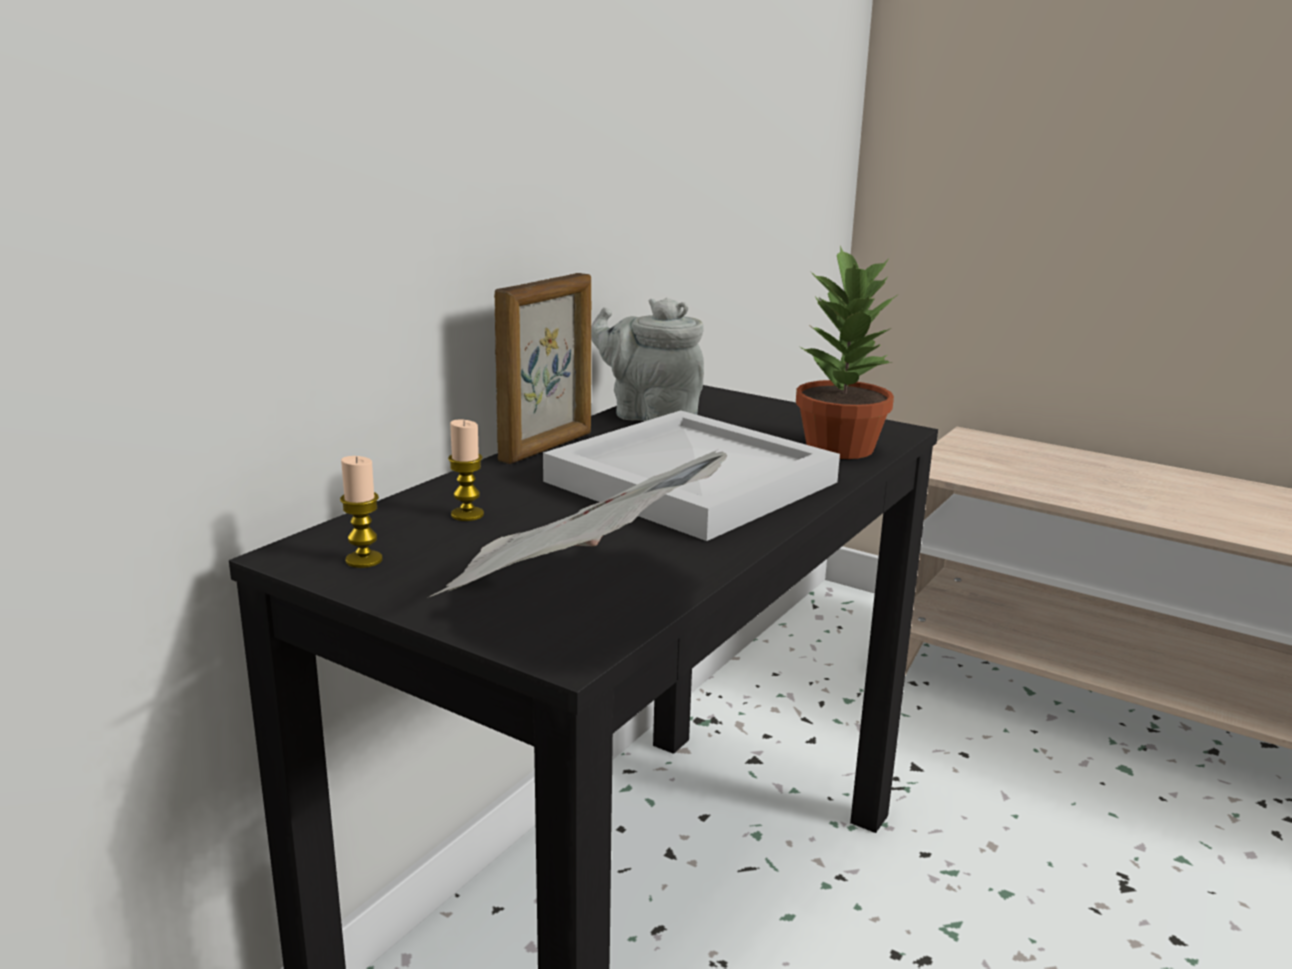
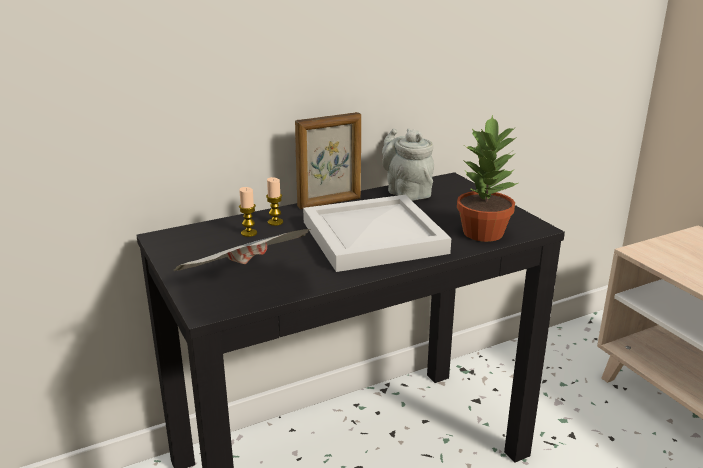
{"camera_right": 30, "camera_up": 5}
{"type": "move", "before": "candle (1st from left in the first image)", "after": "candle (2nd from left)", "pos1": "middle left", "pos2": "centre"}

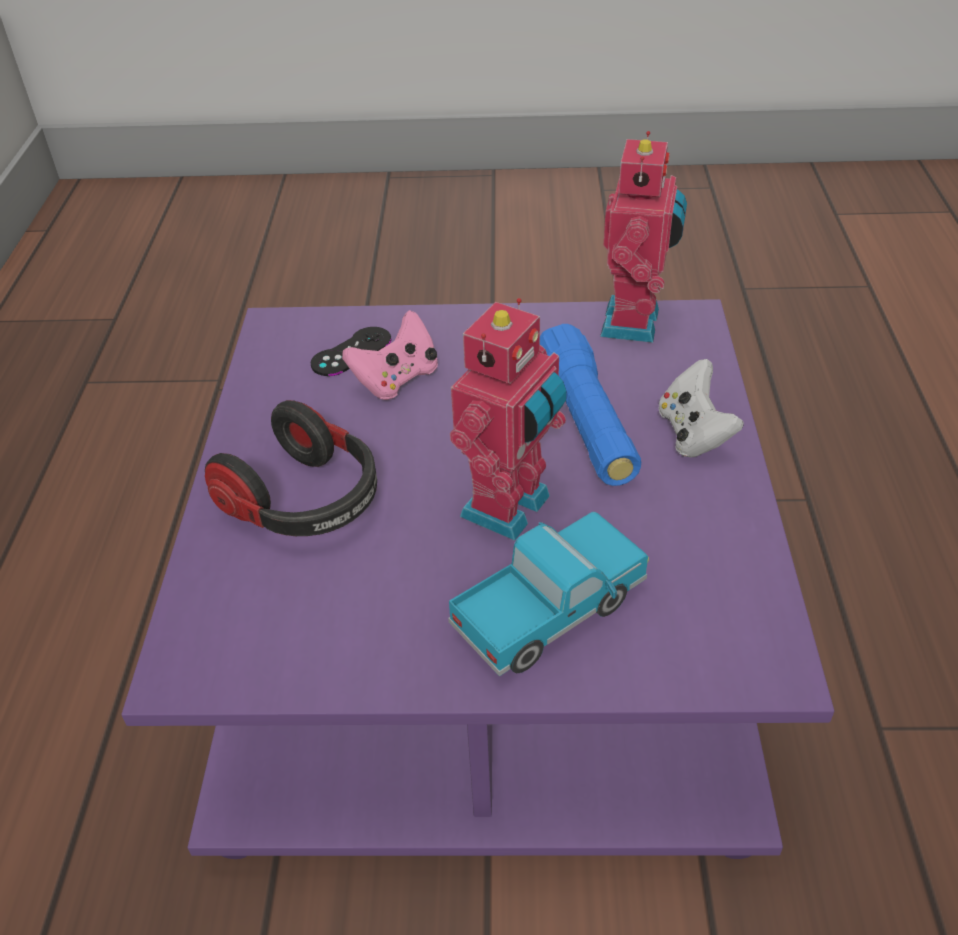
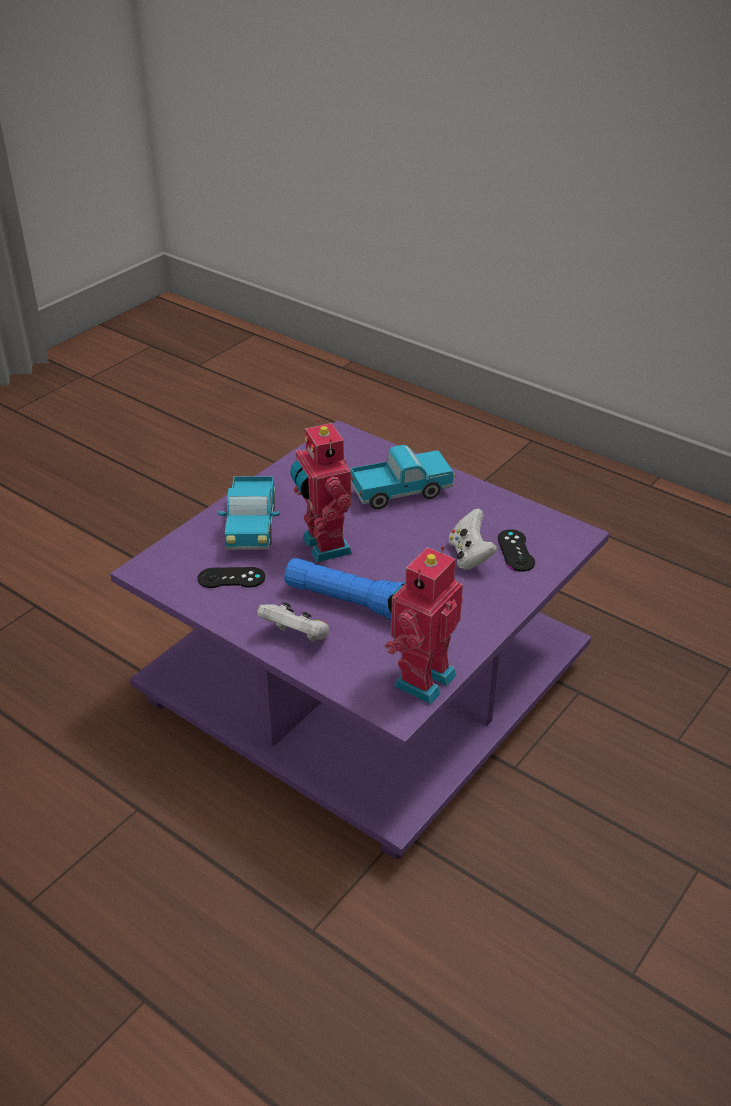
{"camera_right": 125, "camera_up": -5}
{"type": "insert", "after": "game controller (black) (1st from left)", "pos2": "middle left"}
{"type": "replace", "before": "headphones", "after": "toy truck (2nd from left)", "pos1": "middle left", "pos2": "centre"}
{"type": "rotate", "before": "toy robot (2nd from left)", "pos1": "top right", "pos2": "centre", "turn": 75}
{"type": "recolor", "before": "game controller (pink)", "after": "game controller (white) (2nd from left)", "pos1": "centre", "pos2": "centre"}

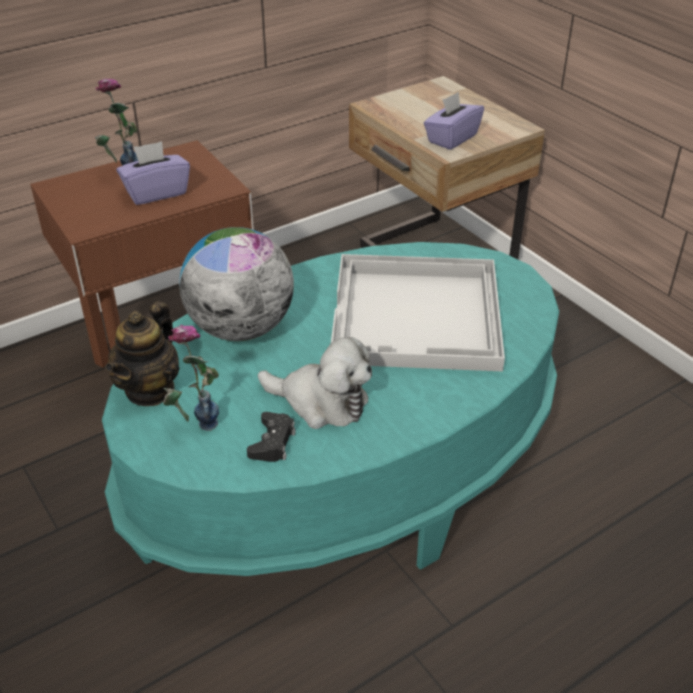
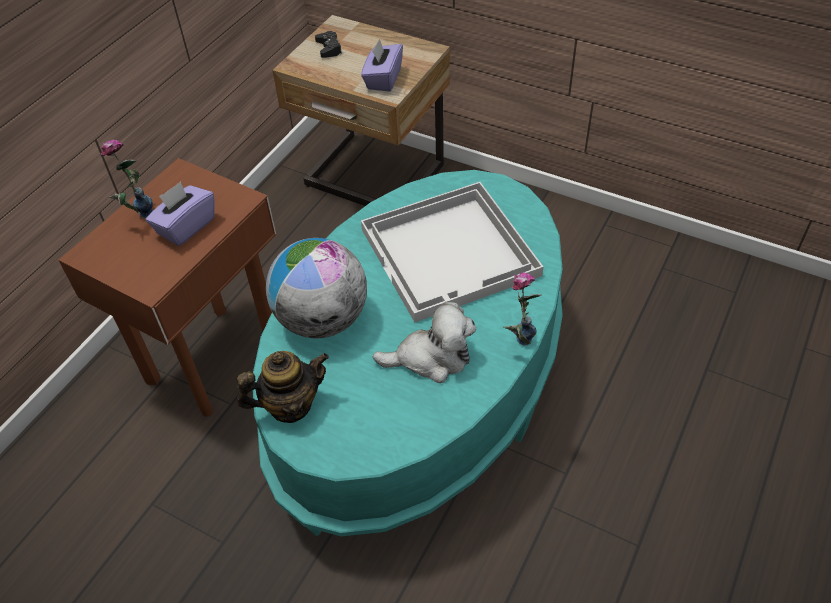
{"camera_right": -25, "camera_up": 10}
{"type": "rotate", "before": "teapot", "pos1": "middle left", "pos2": "centre", "turn": -105}
{"type": "move", "before": "game controller (black)", "pos1": "centre", "pos2": "top centre"}
{"type": "move", "before": "vase (2nd from left)", "pos1": "middle left", "pos2": "centre"}

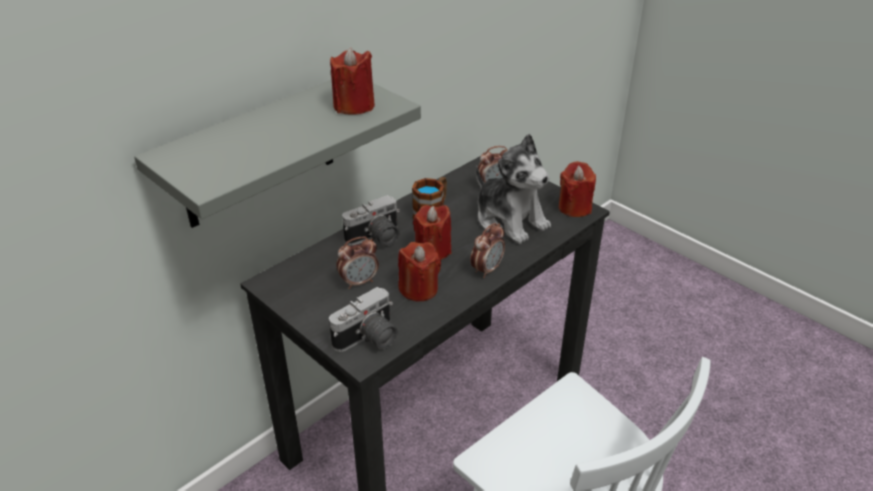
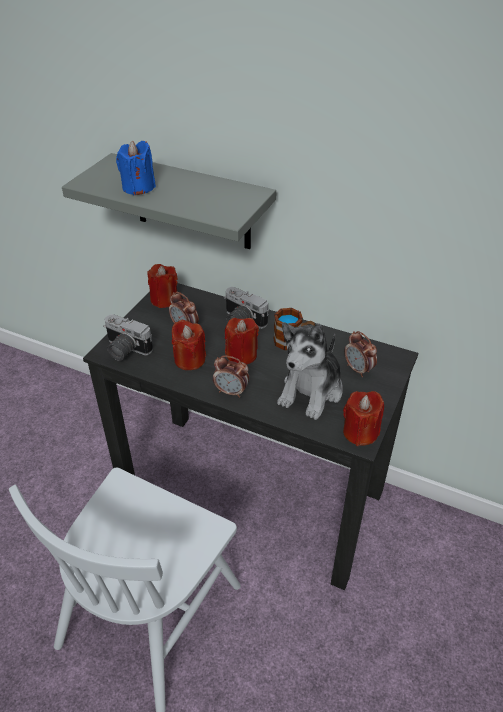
{"camera_right": 70, "camera_up": 5}
{"type": "insert", "after": "candle (blue)", "pos2": "top left"}
{"type": "move", "before": "candle (red) (1st from left)", "pos1": "top centre", "pos2": "middle left"}

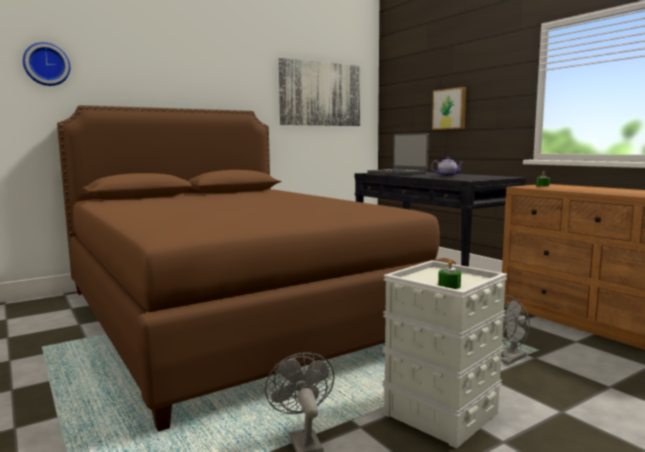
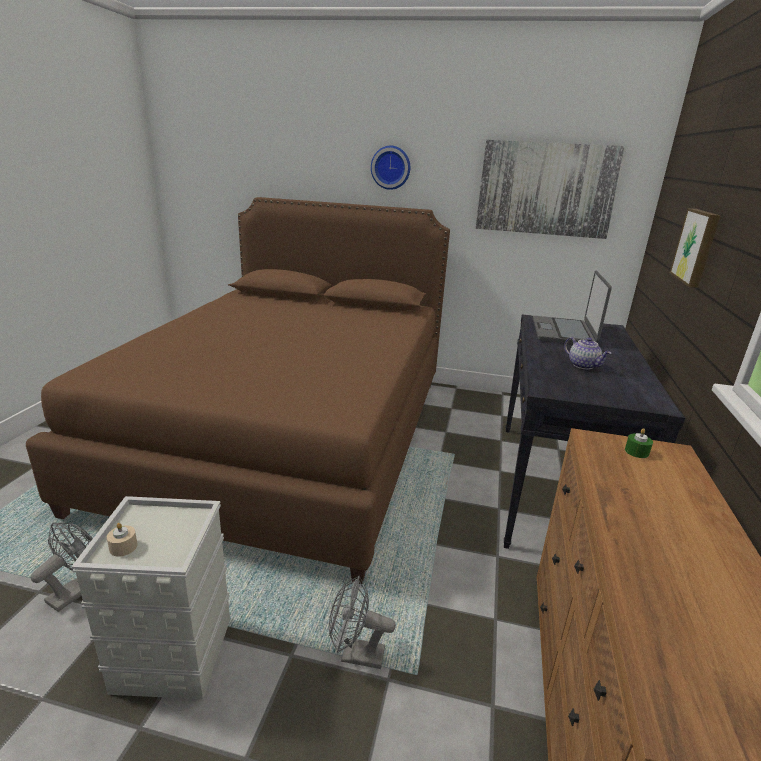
{"camera_right": 45, "camera_up": 15}
{"type": "recolor", "before": "candle (green) (1st from left)", "after": "candle (beige)", "pos1": "middle right", "pos2": "bottom left"}
{"type": "move", "before": "wall clock", "pos1": "top left", "pos2": "top centre"}

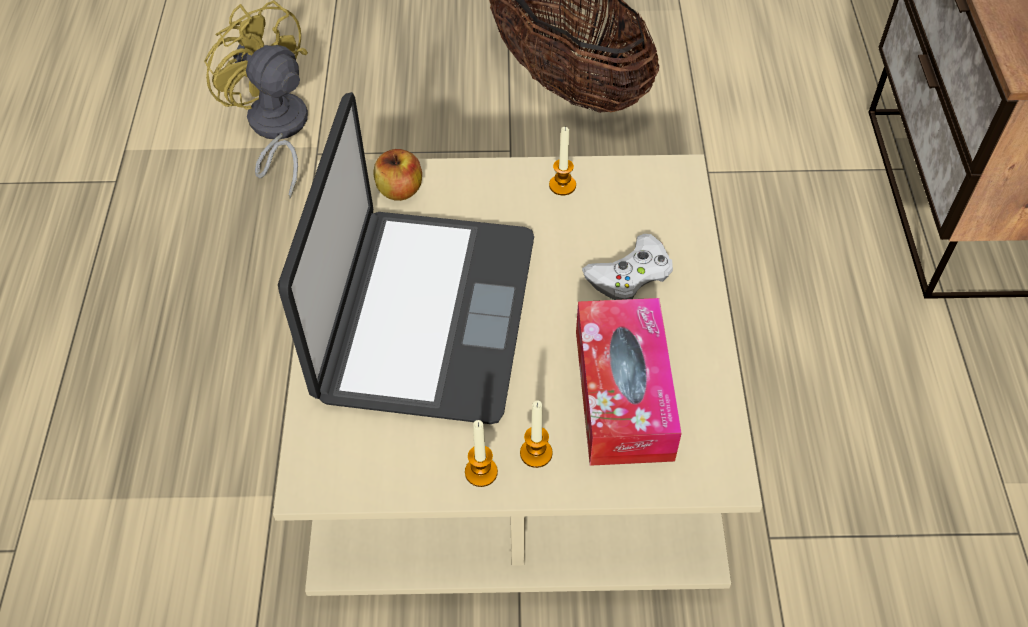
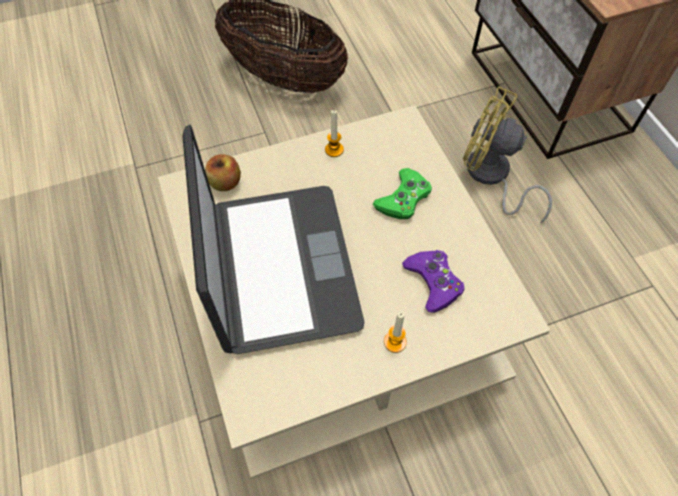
{"camera_right": -20, "camera_up": 5}
{"type": "recolor", "before": "game controller (white)", "after": "game controller (green)", "pos1": "centre", "pos2": "centre"}
{"type": "replace", "before": "tissue box", "after": "game controller (purple)", "pos1": "centre", "pos2": "centre"}
{"type": "move", "before": "fan (yellow)", "pos1": "top left", "pos2": "top right"}
{"type": "delete", "before": "candle (1st from left)", "pos1": "bottom centre"}

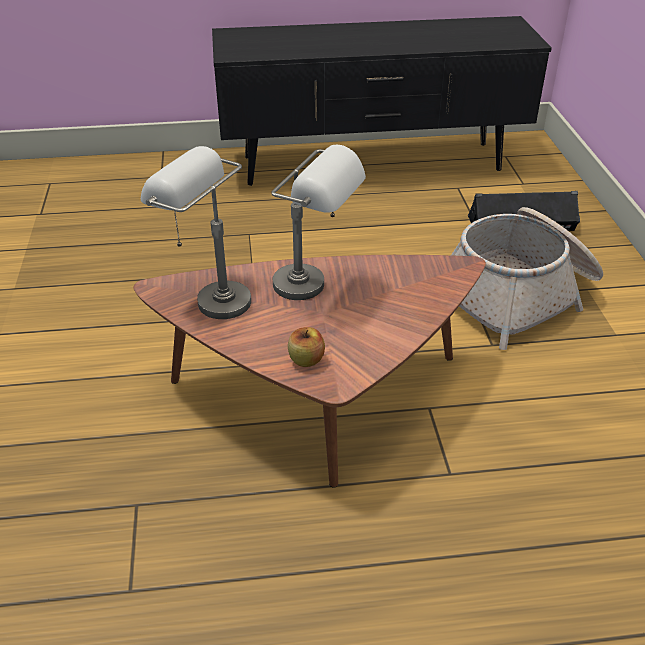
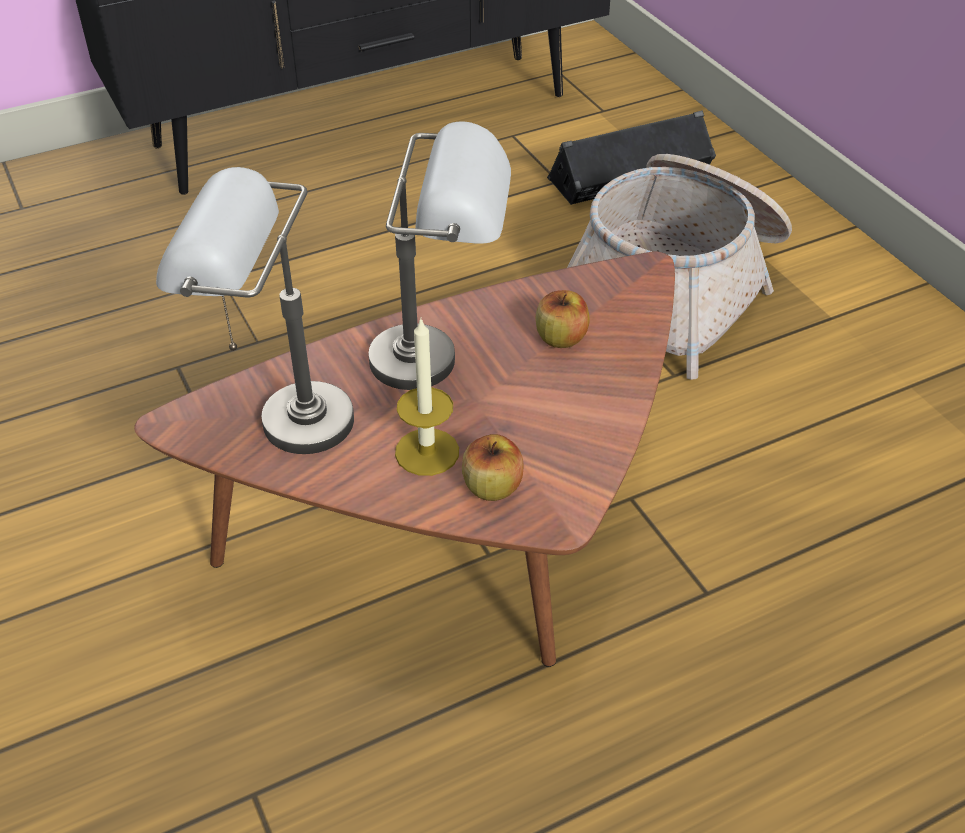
{"camera_right": -20, "camera_up": 5}
{"type": "insert", "after": "candle", "pos2": "centre"}
{"type": "insert", "after": "apple (2nd from left)", "pos2": "centre"}

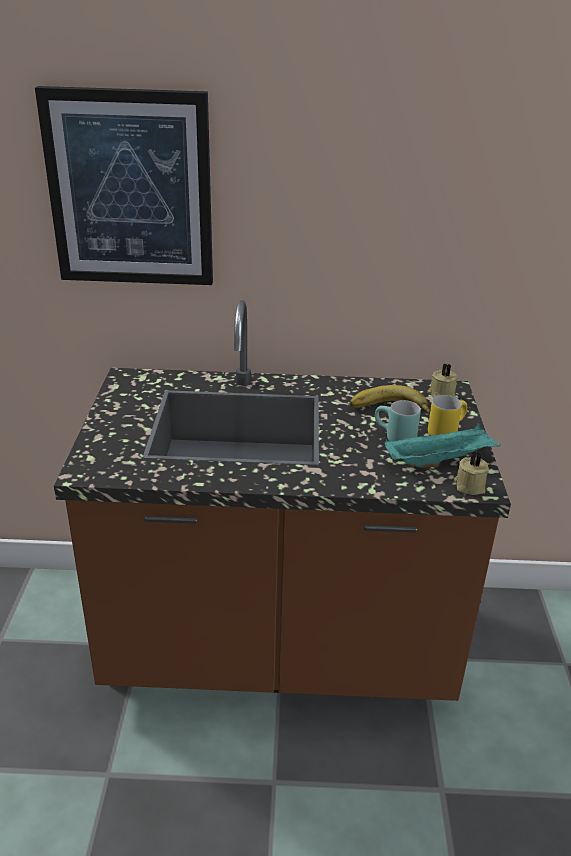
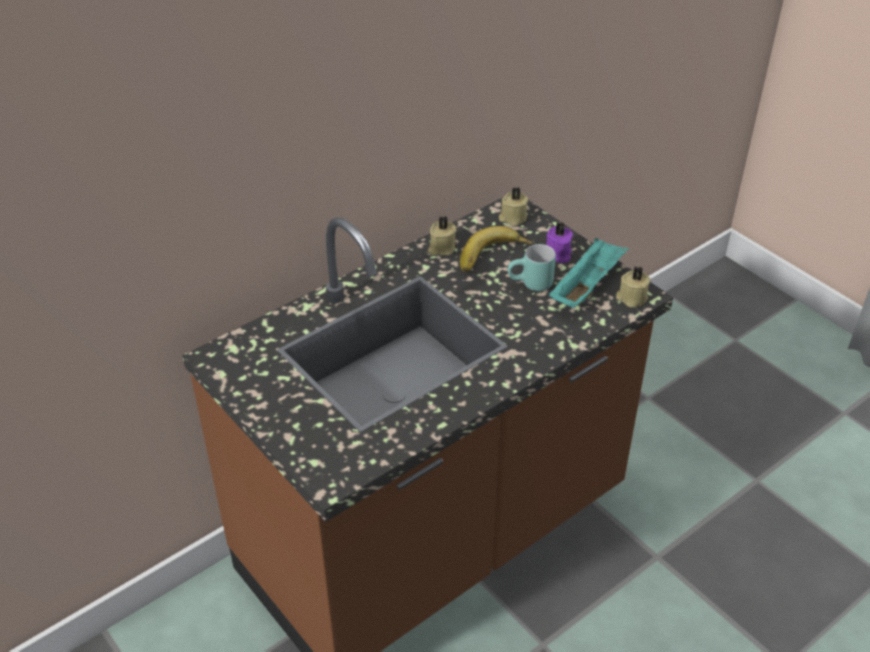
{"camera_right": -40, "camera_up": 10}
{"type": "insert", "after": "candle (beige) (1st from left)", "pos2": "centre"}
{"type": "replace", "before": "mug (yellow)", "after": "candle (purple)", "pos1": "middle right", "pos2": "centre"}
{"type": "delete", "before": "picture", "pos1": "top left"}

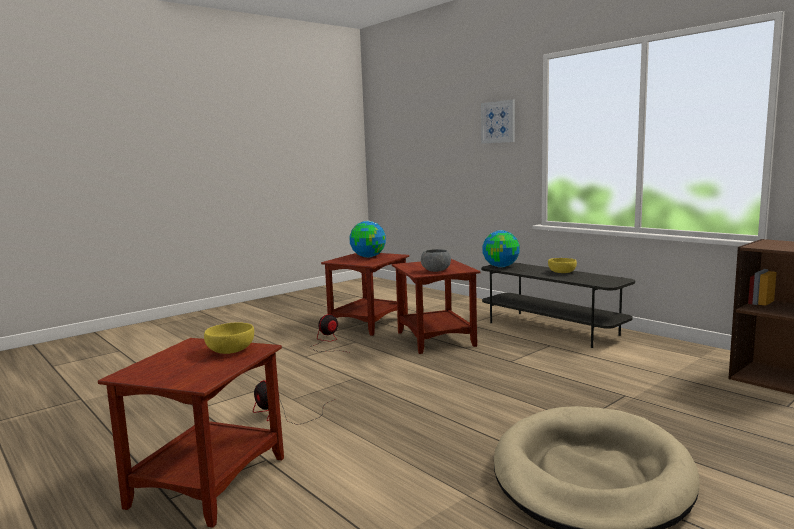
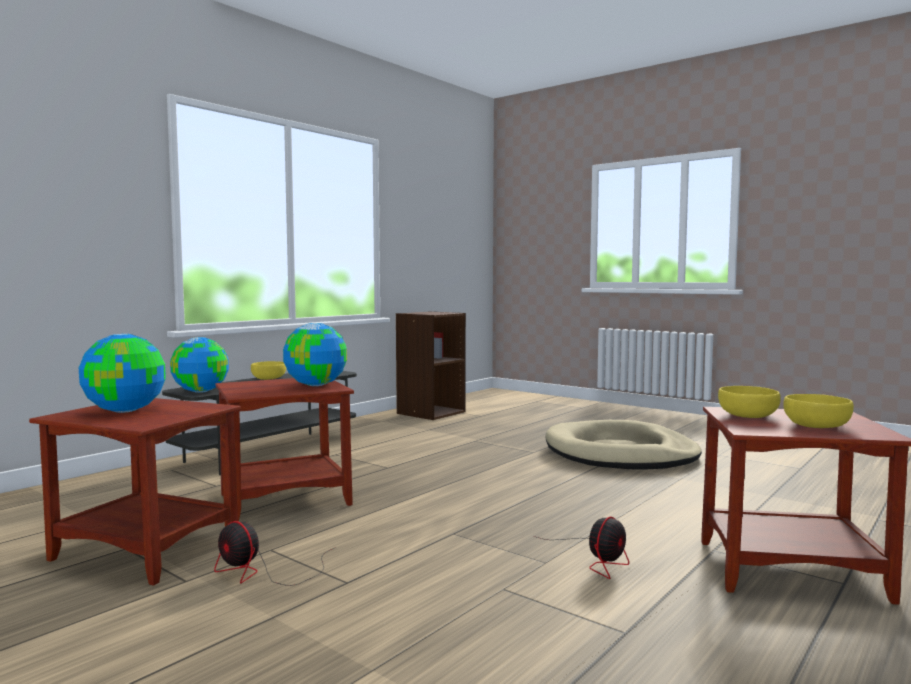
{"camera_right": -100, "camera_up": -5}
{"type": "replace", "before": "bowl (grey)", "after": "globe (3rd from left)", "pos1": "centre", "pos2": "centre"}
{"type": "insert", "after": "bowl (yellow) (3rd from left)", "pos2": "middle right"}
{"type": "delete", "before": "picture", "pos1": "top centre"}

